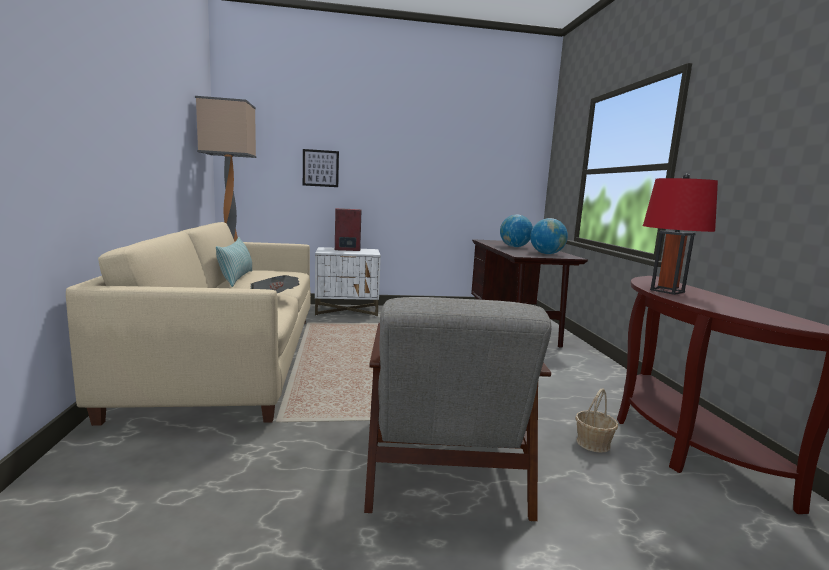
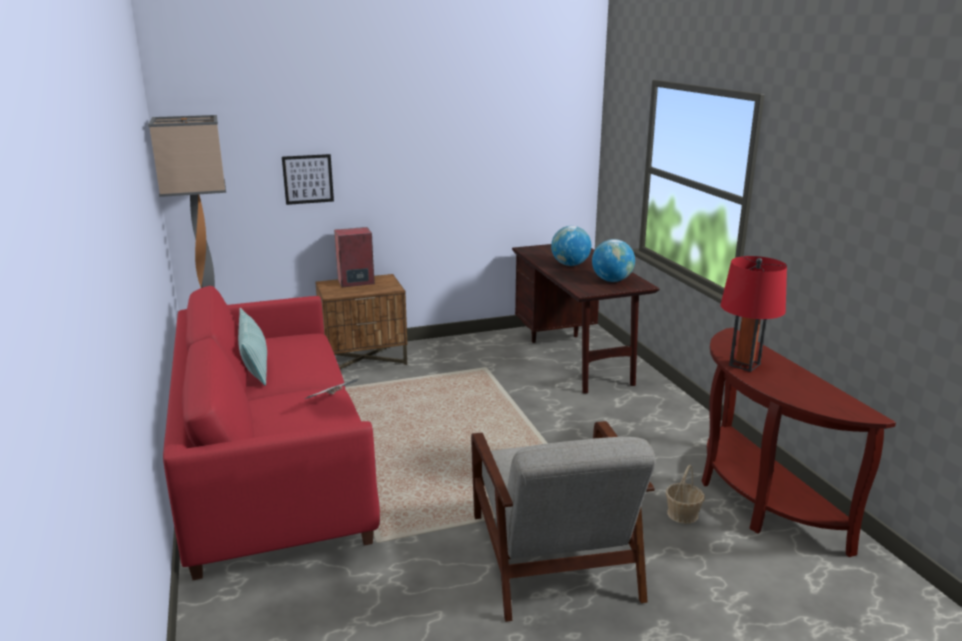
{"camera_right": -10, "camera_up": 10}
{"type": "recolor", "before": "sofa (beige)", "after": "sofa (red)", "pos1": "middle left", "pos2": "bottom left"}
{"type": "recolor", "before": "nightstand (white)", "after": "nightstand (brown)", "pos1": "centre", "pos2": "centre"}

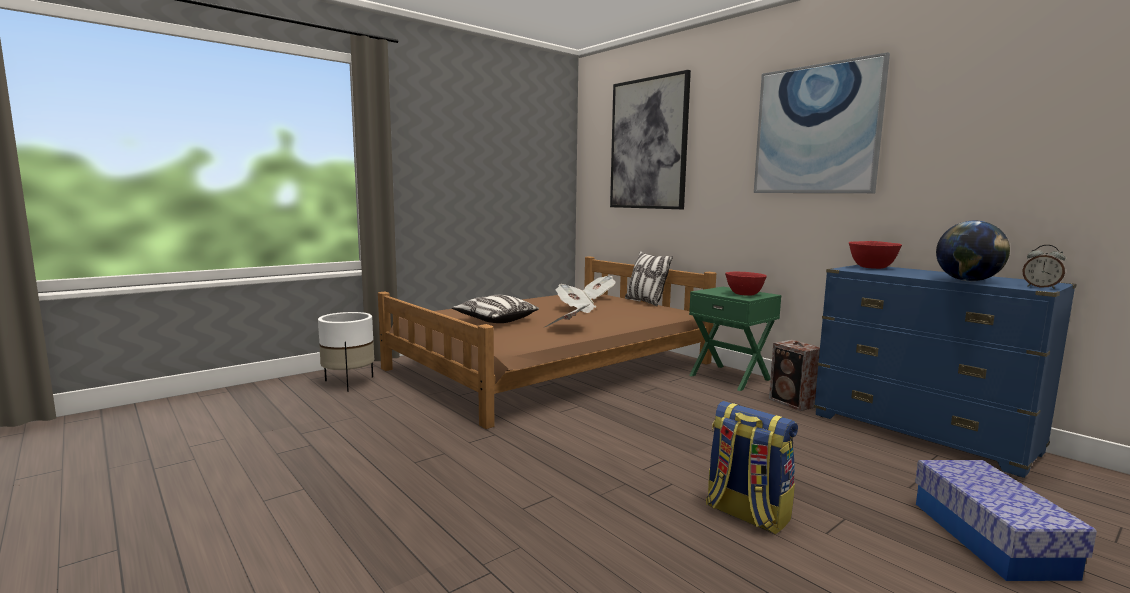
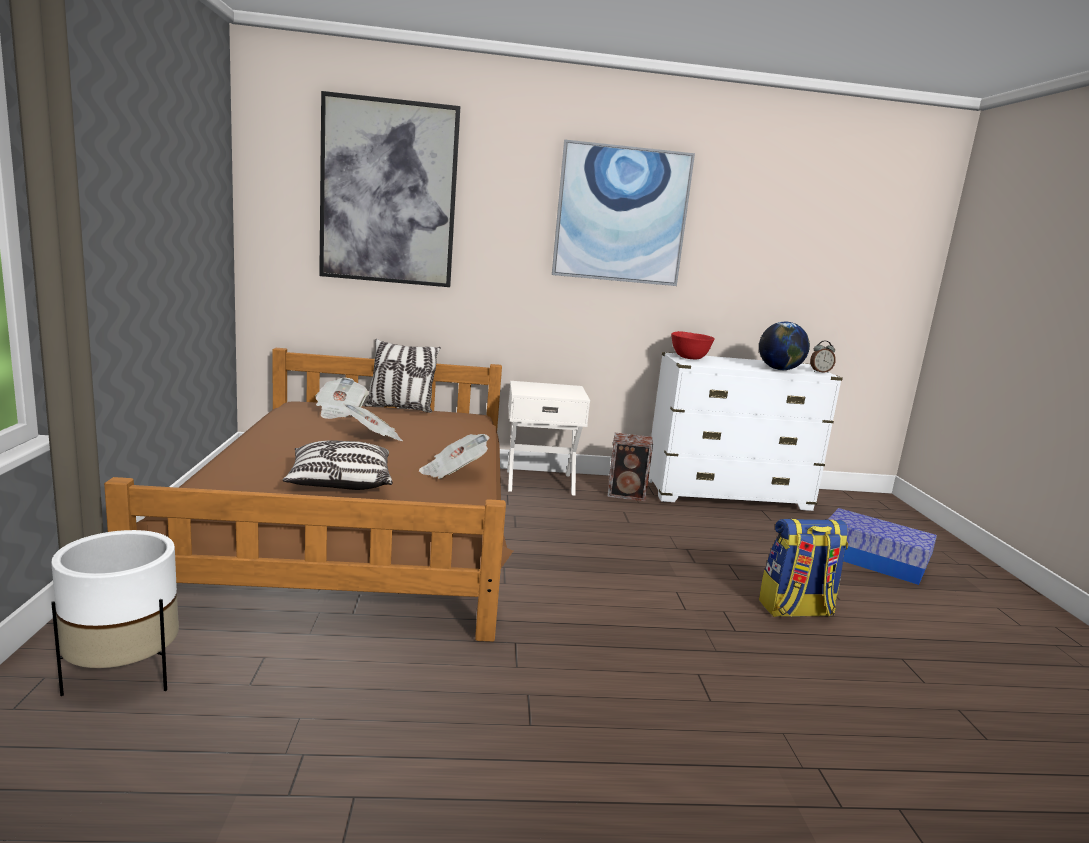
{"camera_right": -55, "camera_up": 5}
{"type": "recolor", "before": "nightstand (green)", "after": "nightstand (white)", "pos1": "centre", "pos2": "centre"}
{"type": "recolor", "before": "dresser (blue)", "after": "dresser (white)", "pos1": "middle right", "pos2": "middle right"}
{"type": "delete", "before": "bowl (red) (1st from left)", "pos1": "centre"}

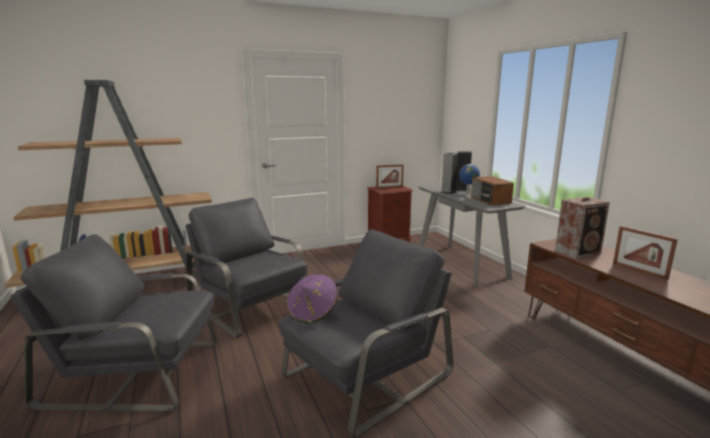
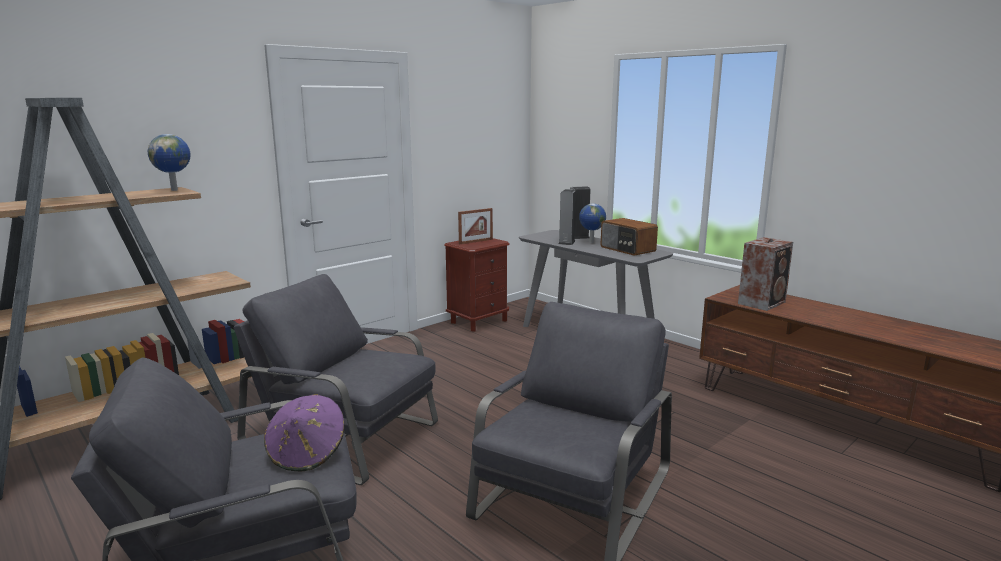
{"camera_right": -20, "camera_up": 0}
{"type": "insert", "after": "globe (1st from left)", "pos2": "top left"}
{"type": "move", "before": "hat (purple)", "pos1": "bottom centre", "pos2": "bottom left"}
{"type": "delete", "before": "picture frame (2nd from left)", "pos1": "middle right"}

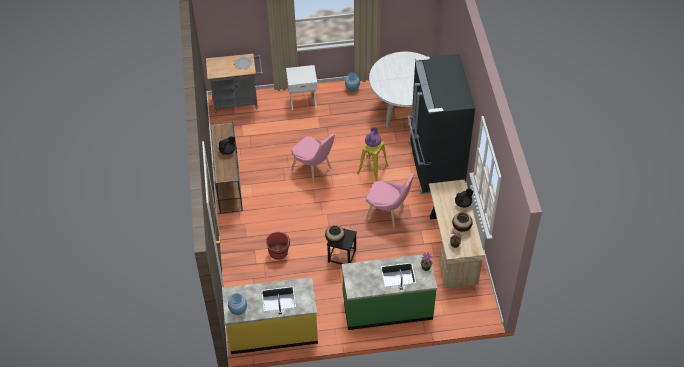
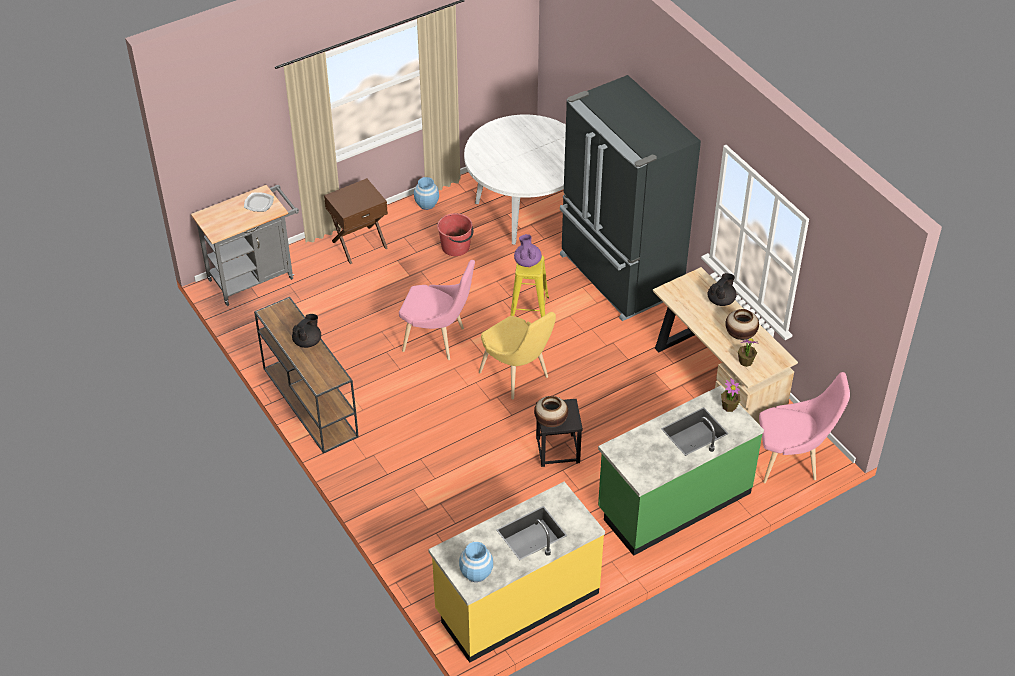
{"camera_right": -25, "camera_up": -5}
{"type": "recolor", "before": "nightstand (white)", "after": "nightstand (brown)", "pos1": "top centre", "pos2": "top centre"}
{"type": "move", "before": "bucket (red)", "pos1": "bottom centre", "pos2": "centre"}
{"type": "insert", "after": "chair (yellow)", "pos2": "centre"}
{"type": "move", "before": "chair (pink) (2nd from left)", "pos1": "centre", "pos2": "middle right"}

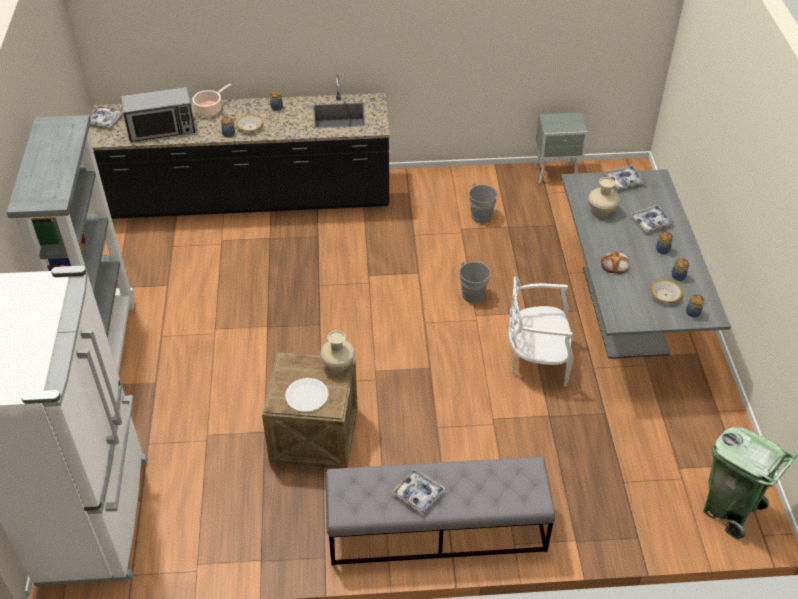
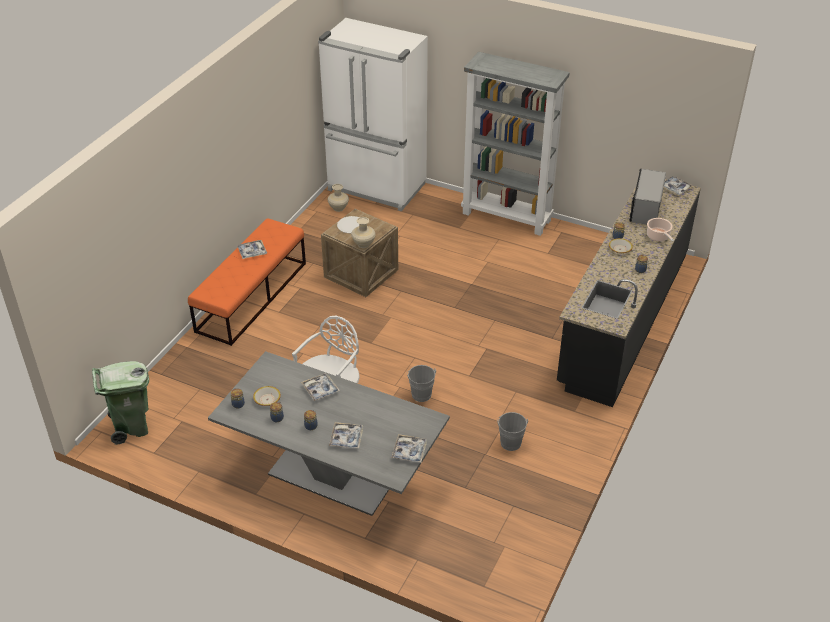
{"camera_right": 120, "camera_up": -5}
{"type": "recolor", "before": "bench (grey)", "after": "bench (orange)", "pos1": "bottom centre", "pos2": "middle left"}
{"type": "replace", "before": "bread", "after": "tray (2nd from left)", "pos1": "middle right", "pos2": "centre"}
{"type": "move", "before": "vase (beige) (2nd from left in the first image)", "after": "vase (beige) (1st from left)", "pos1": "top right", "pos2": "top centre"}
{"type": "delete", "before": "nightstand (grey)", "pos1": "top right"}

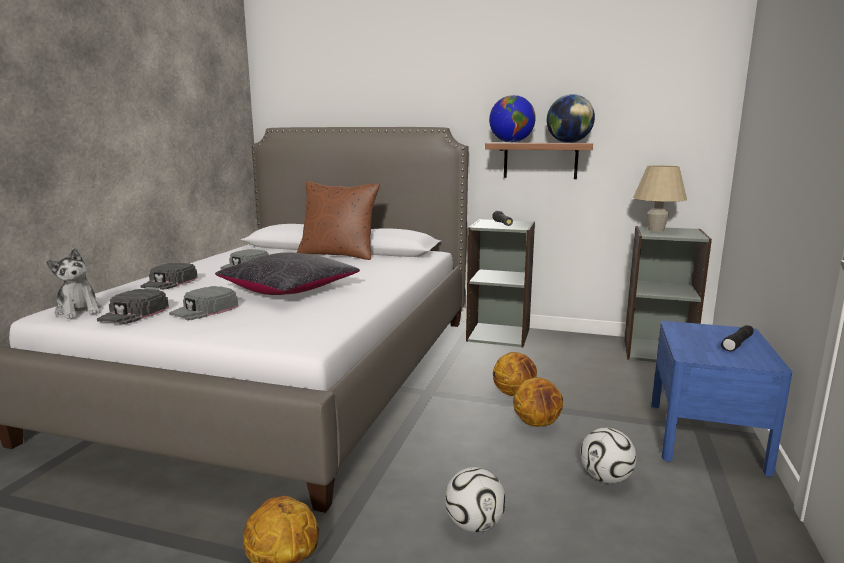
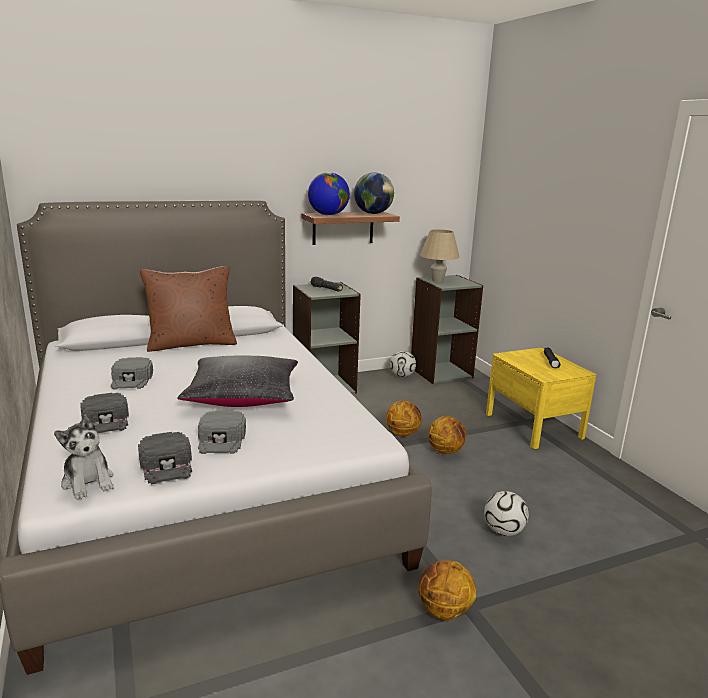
{"camera_right": -40, "camera_up": 5}
{"type": "rotate", "before": "plush toy", "pos1": "middle left", "pos2": "middle left", "turn": 45}
{"type": "move", "before": "football (2nd from left in the first image)", "after": "football (1st from left)", "pos1": "bottom right", "pos2": "centre"}
{"type": "recolor", "before": "nightstand (blue)", "after": "nightstand (yellow)", "pos1": "bottom right", "pos2": "middle right"}

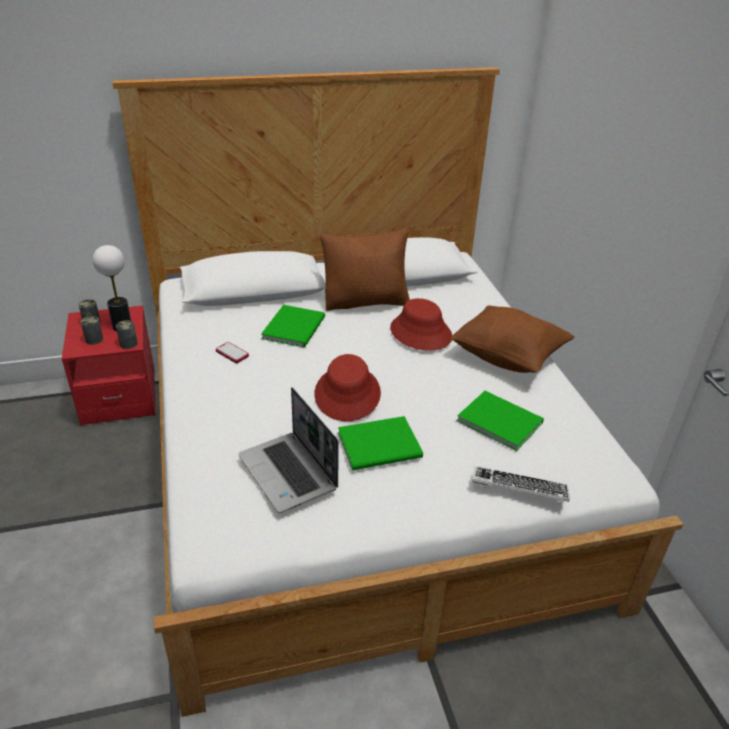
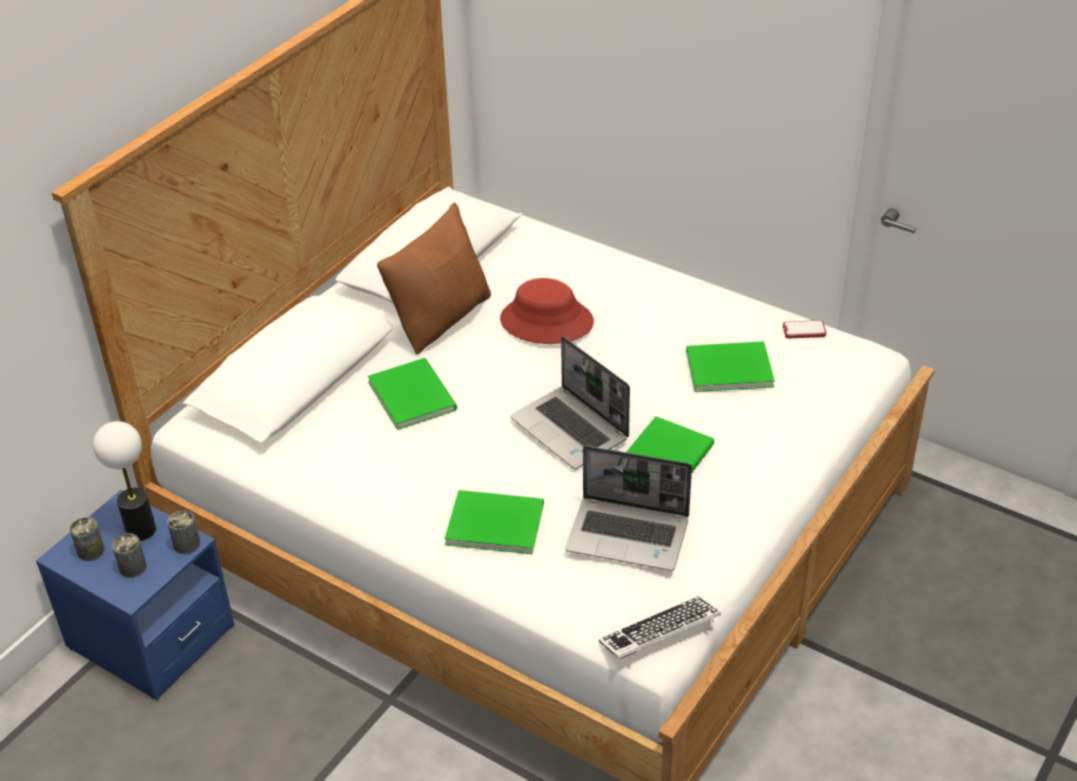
{"camera_right": -40, "camera_up": 5}
{"type": "recolor", "before": "nightstand (red)", "after": "nightstand (blue)", "pos1": "middle left", "pos2": "bottom left"}
{"type": "insert", "after": "book (green) (2nd from left)", "pos2": "bottom centre"}
{"type": "replace", "before": "hat (red) (1st from left)", "after": "laptop (1st from left)", "pos1": "centre", "pos2": "centre"}
{"type": "move", "before": "keyboard", "pos1": "middle right", "pos2": "bottom centre"}
{"type": "move", "before": "phone", "pos1": "middle left", "pos2": "middle right"}
{"type": "delete", "before": "pillow (brown) (2nd from left)", "pos1": "middle right"}

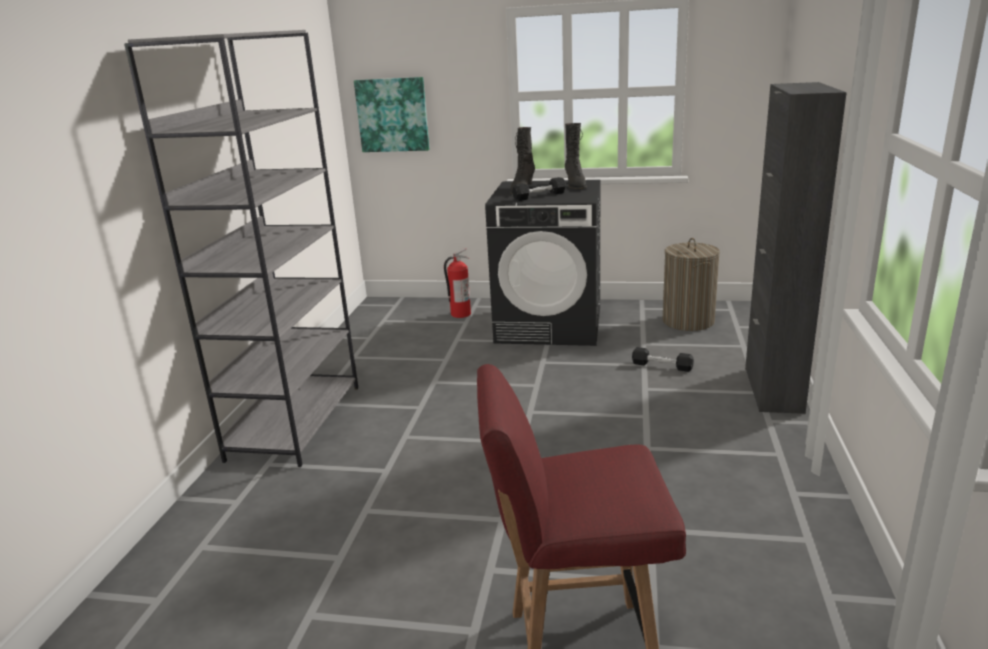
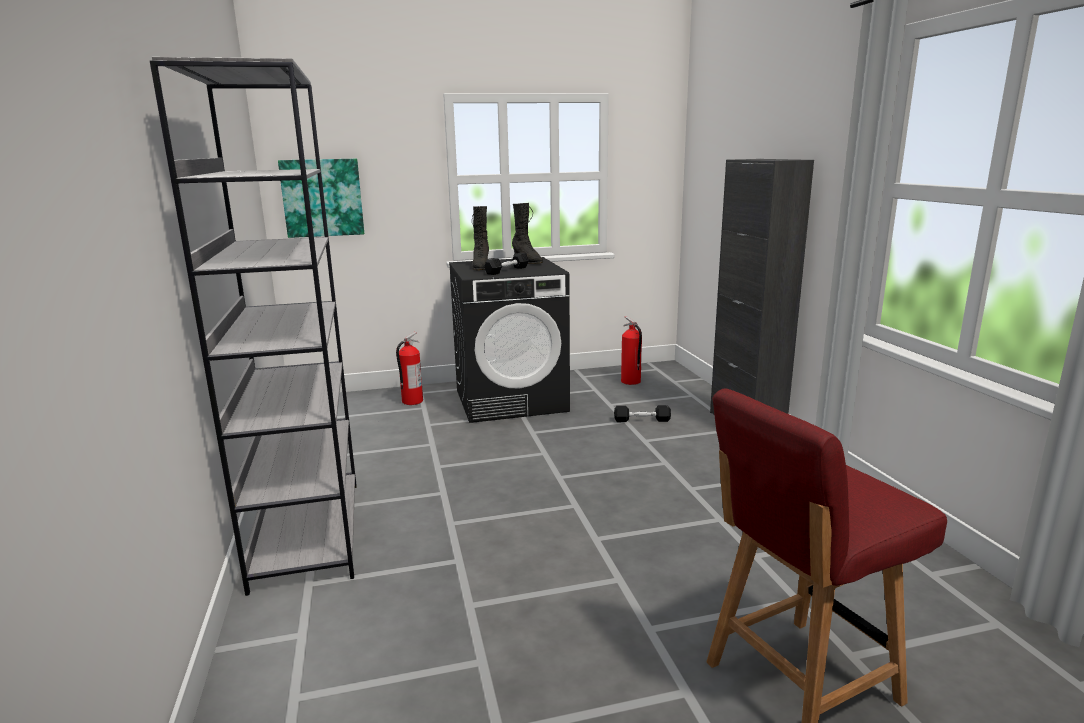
{"camera_right": -25, "camera_up": -5}
{"type": "replace", "before": "laundry basket", "after": "fire extinguisher (2nd from left)", "pos1": "middle right", "pos2": "centre"}

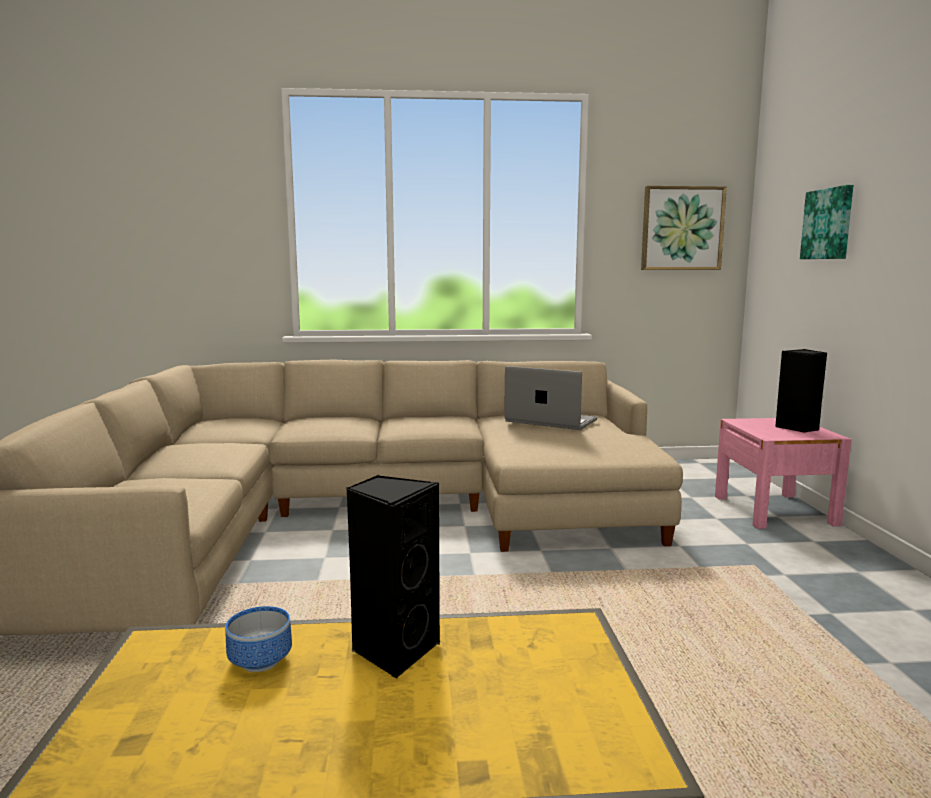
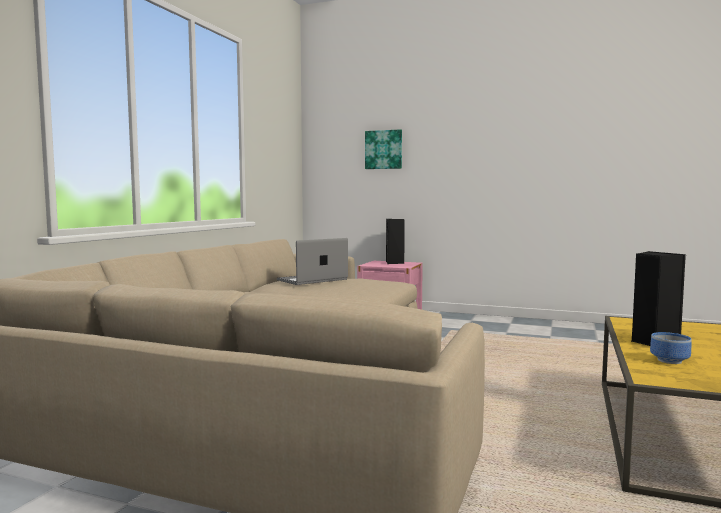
{"camera_right": -65, "camera_up": -5}
{"type": "delete", "before": "picture (1st from left)", "pos1": "top right"}

